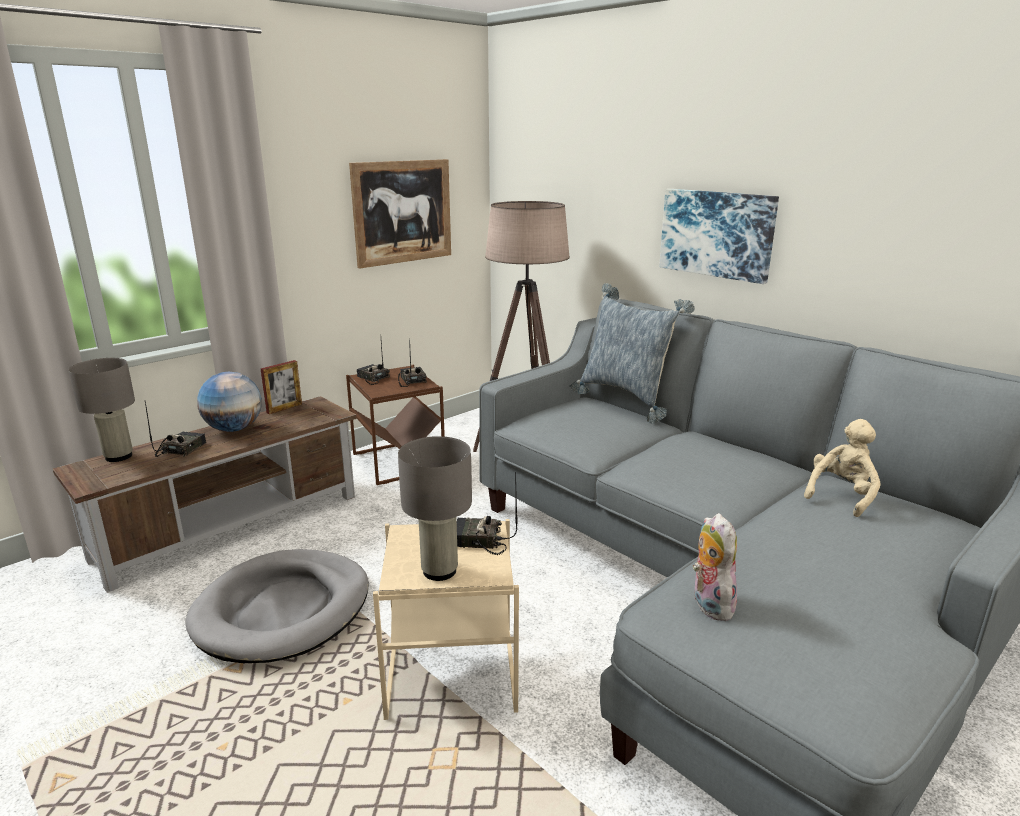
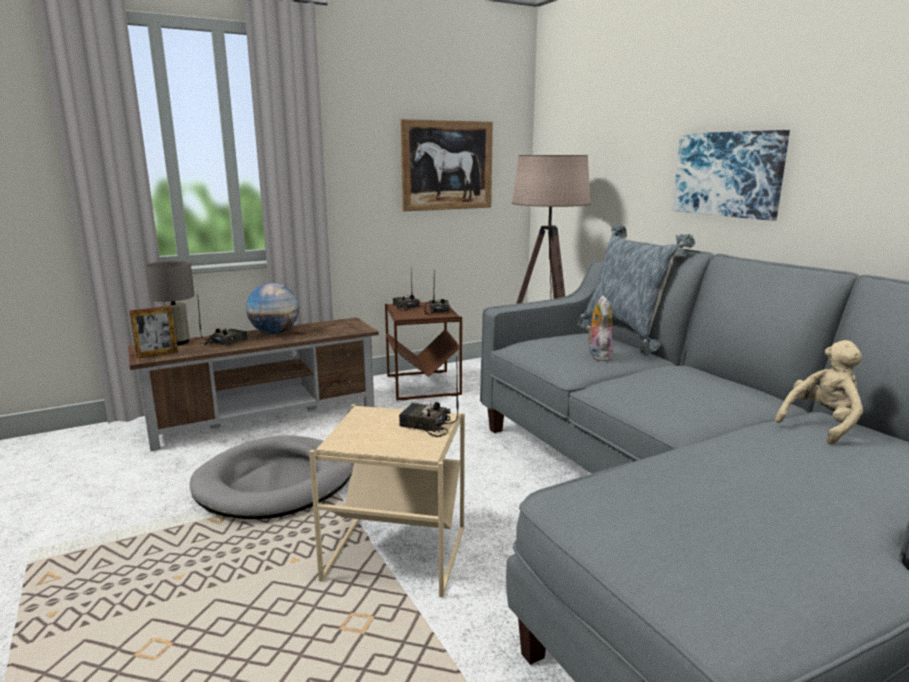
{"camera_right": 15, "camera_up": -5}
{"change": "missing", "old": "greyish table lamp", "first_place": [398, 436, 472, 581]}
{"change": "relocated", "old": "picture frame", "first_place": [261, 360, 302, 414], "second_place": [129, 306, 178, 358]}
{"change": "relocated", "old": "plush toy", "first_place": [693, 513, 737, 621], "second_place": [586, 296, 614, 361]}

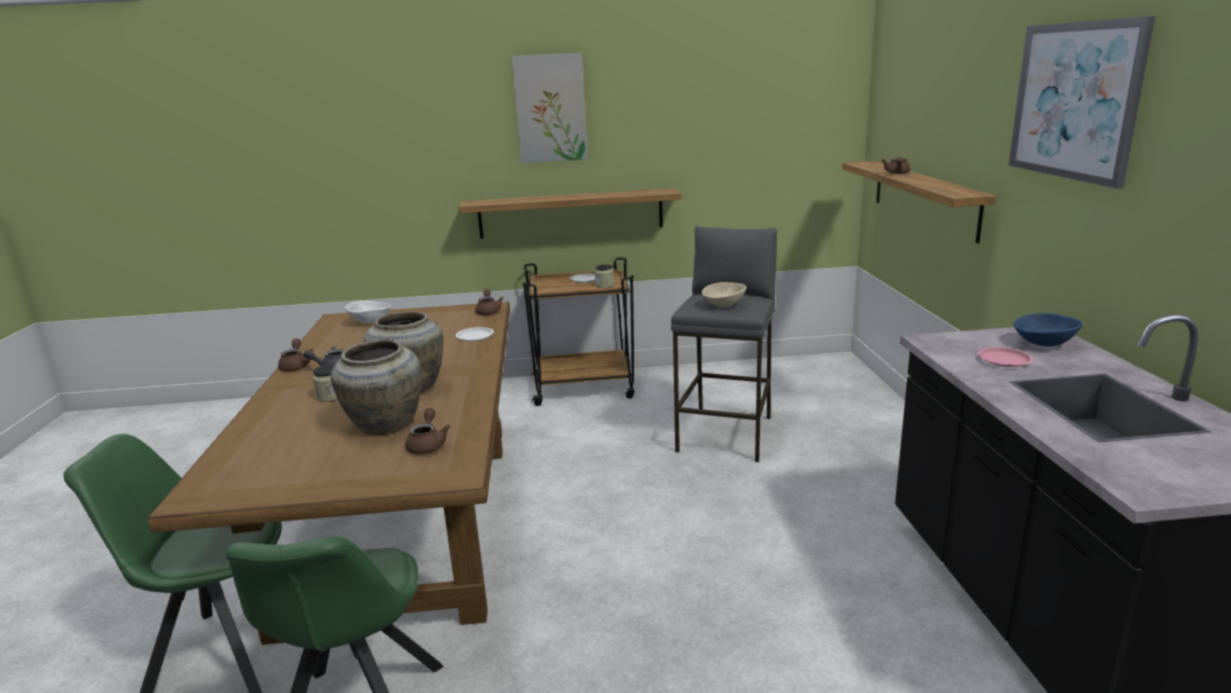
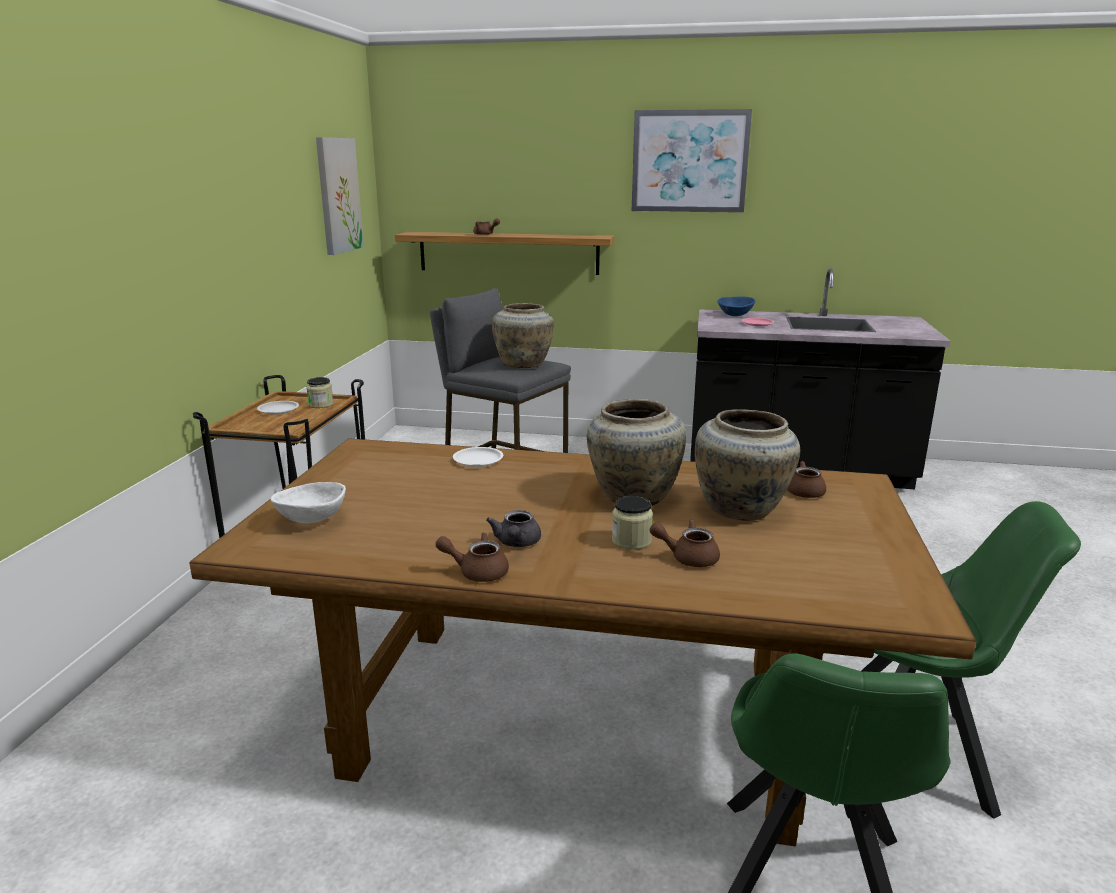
{"camera_right": -75, "camera_up": 0}
{"change": "missing", "old": "wall shelf", "first_place": [459, 188, 681, 239]}
{"change": "relocated", "old": "brownish teapot", "first_place": [475, 289, 504, 315], "second_place": [650, 520, 720, 567]}
{"change": "relocated", "old": "wall art", "first_place": [512, 53, 588, 163], "second_place": [316, 137, 364, 255]}
{"change": "exchanged", "old": "beige-coloured deep dish", "new": "beige-coloured decorative vase", "first_place": [702, 282, 747, 307], "second_place": [492, 303, 554, 368]}

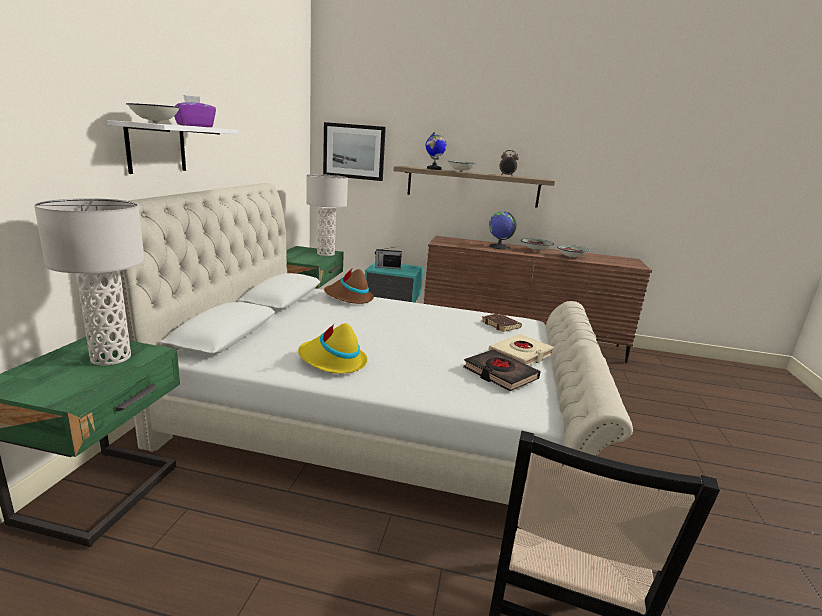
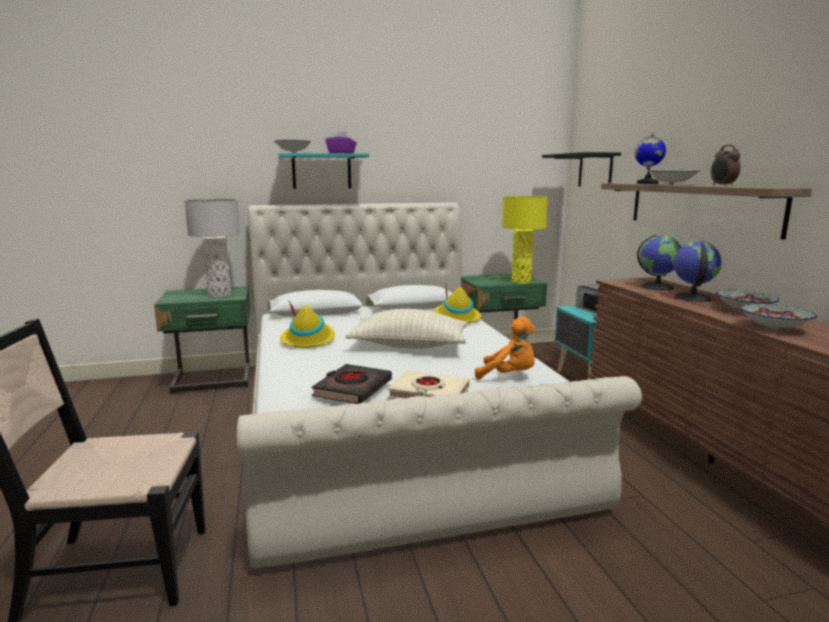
{"camera_right": 65, "camera_up": -5}
{"change": "appeared", "new": "beige-coloured throw pillow", "second_place": [345, 309, 468, 349]}
{"change": "appeared", "new": "desk globe", "second_place": [637, 235, 682, 290]}
{"change": "exchanged", "old": "wall art", "new": "black wall shelf", "first_place": [323, 122, 386, 181], "second_place": [542, 152, 621, 187]}
{"change": "exchanged", "old": "brownish bound book", "new": "orangey plush toy", "first_place": [482, 313, 522, 332], "second_place": [475, 316, 536, 379]}
{"change": "colour", "old": "white-coloured wall shelf", "new": "blue-green wall shelf", "first_place": [108, 120, 238, 174], "second_place": [279, 153, 369, 189]}
{"change": "colour", "old": "white-coloured table lamp", "new": "yellow-coloured table lamp", "first_place": [307, 174, 348, 256], "second_place": [502, 196, 548, 284]}
{"change": "colour", "old": "brownish wearable hat", "new": "yellow-coloured wearable hat", "first_place": [324, 269, 374, 304], "second_place": [434, 287, 482, 323]}

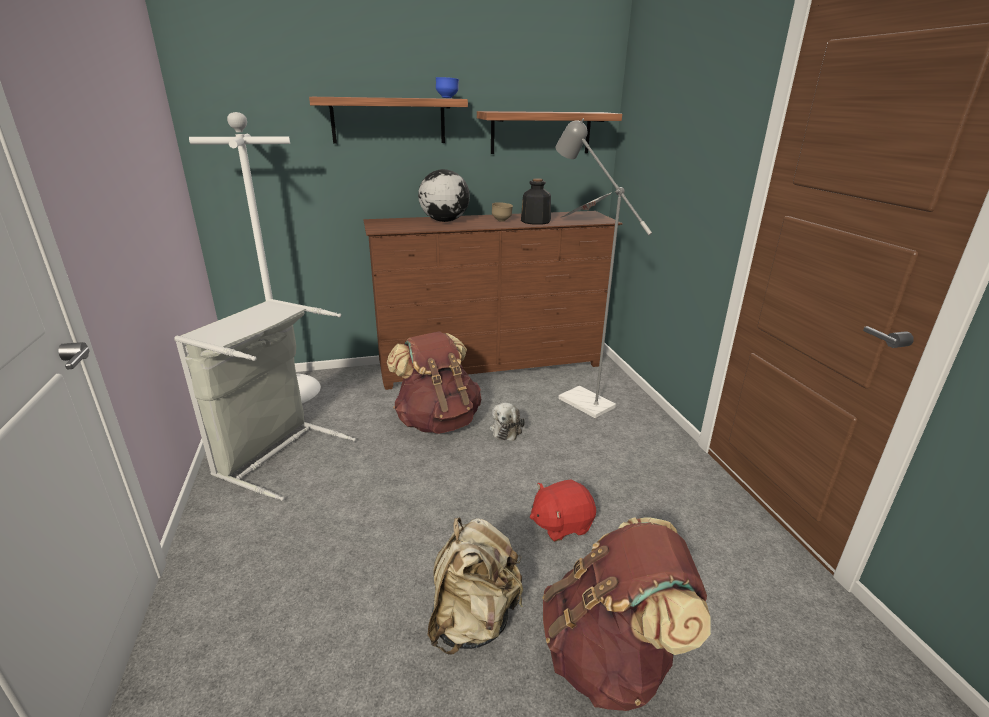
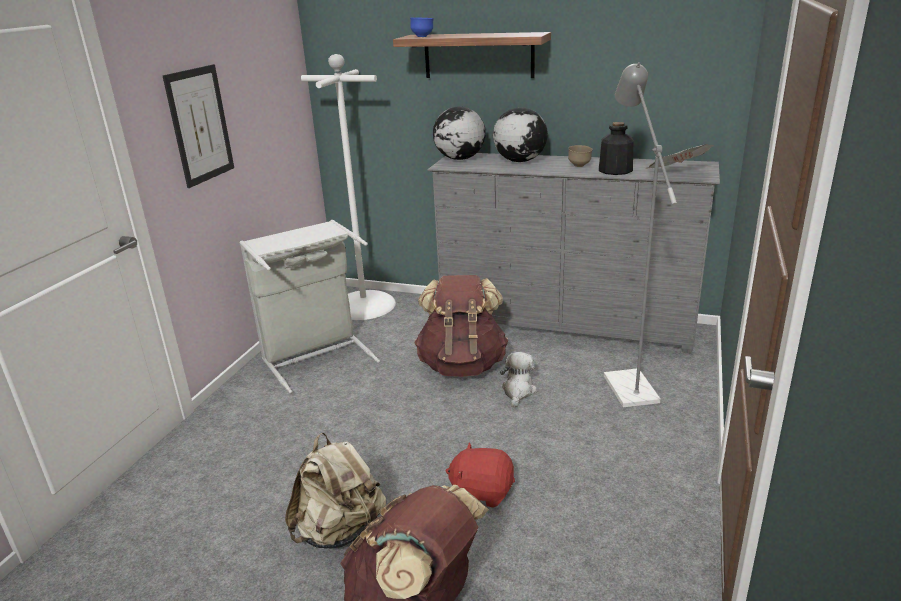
{"camera_right": 35, "camera_up": 0}
{"change": "missing", "old": "wall shelf", "first_place": [477, 111, 622, 154]}
{"change": "appeared", "new": "wall art", "second_place": [163, 64, 234, 188]}
{"change": "appeared", "new": "desk globe", "second_place": [433, 106, 486, 160]}
{"change": "relocated", "old": "blue deep dish", "first_place": [436, 77, 459, 98], "second_place": [410, 17, 434, 37]}
{"change": "colour", "old": "brownish dresser", "new": "greyish dresser", "first_place": [363, 211, 622, 390], "second_place": [427, 153, 720, 354]}
{"change": "spun", "old": "plush toy", "first_place": [490, 402, 525, 441], "second_place": [500, 352, 537, 408], "degrees": 150}

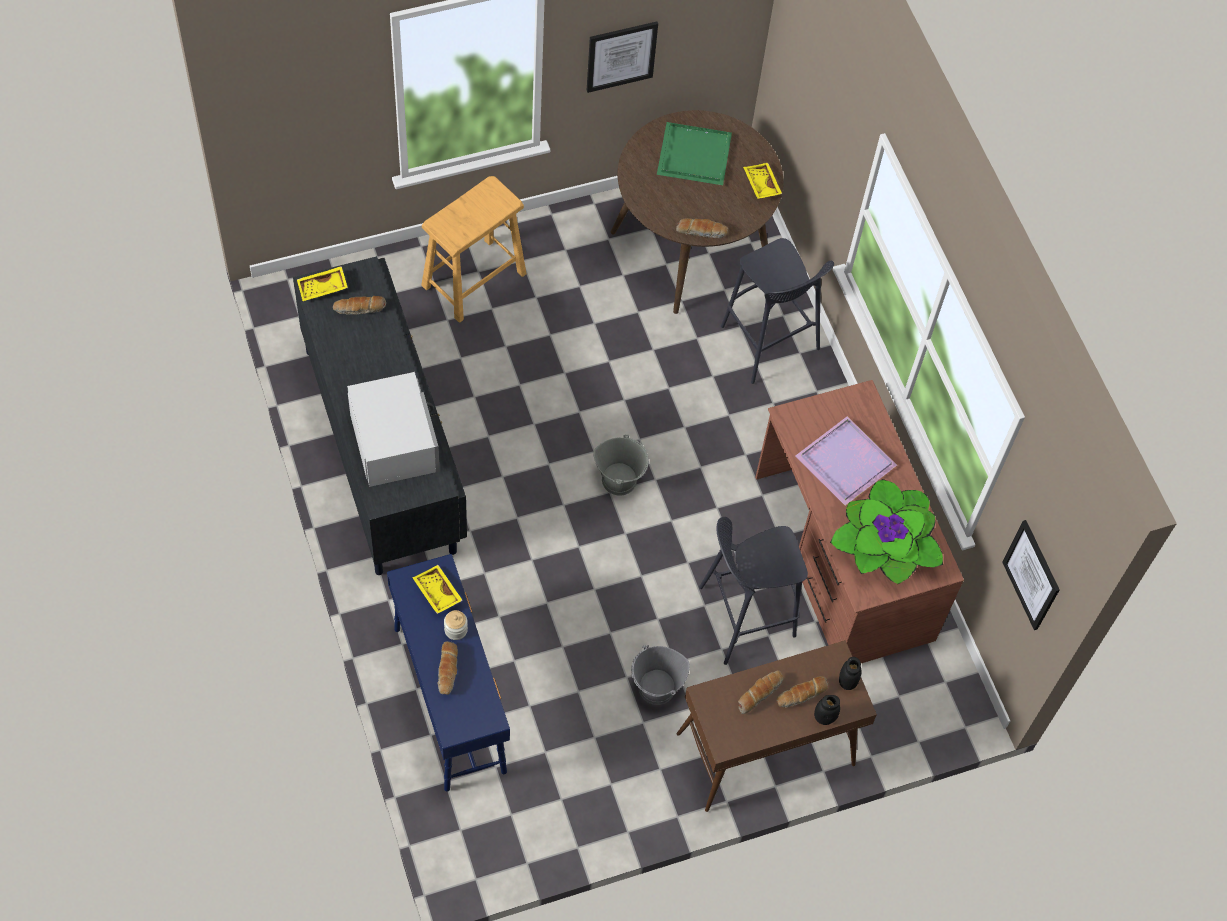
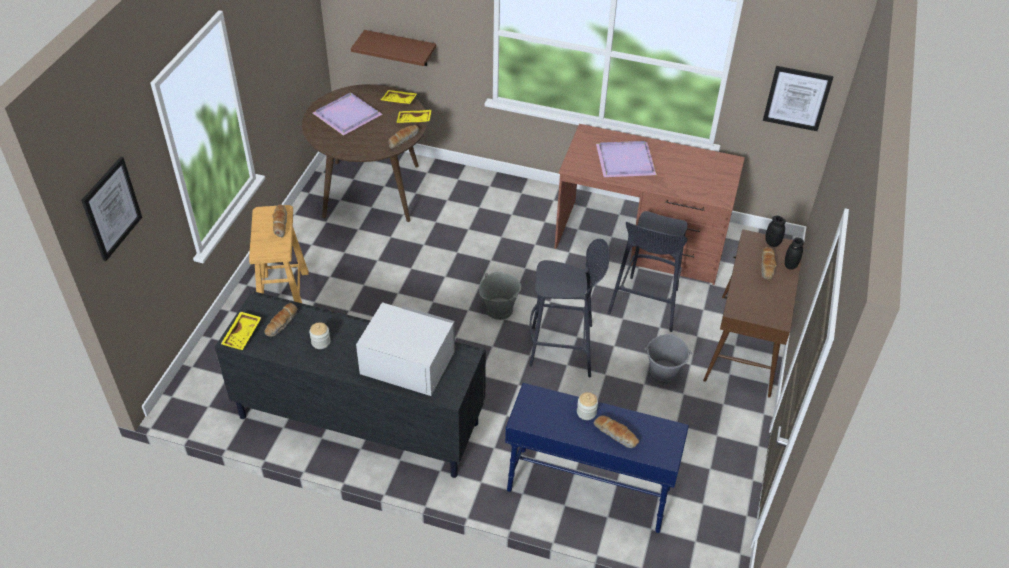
{"camera_right": -50, "camera_up": -15}
{"change": "missing", "old": "plant in a pot", "first_place": [830, 479, 943, 584]}
{"change": "appeared", "new": "jar", "second_place": [309, 322, 330, 349]}
{"change": "appeared", "new": "brownish wall shelf", "second_place": [351, 30, 436, 66]}
{"change": "relocated", "old": "yellow-coloured serving tray", "first_place": [413, 565, 463, 614], "second_place": [396, 110, 432, 123]}
{"change": "relocated", "old": "wall art", "first_place": [587, 22, 658, 93], "second_place": [81, 157, 142, 261]}
{"change": "relocated", "old": "greyish sitting stool", "first_place": [721, 238, 834, 384], "second_place": [529, 239, 609, 377]}
{"change": "relocated", "old": "baked bread", "first_place": [738, 670, 783, 714], "second_place": [272, 204, 287, 237]}
{"change": "colour", "old": "greenish serving tray", "new": "purple-coloured serving tray", "first_place": [657, 122, 732, 185], "second_place": [313, 93, 382, 136]}

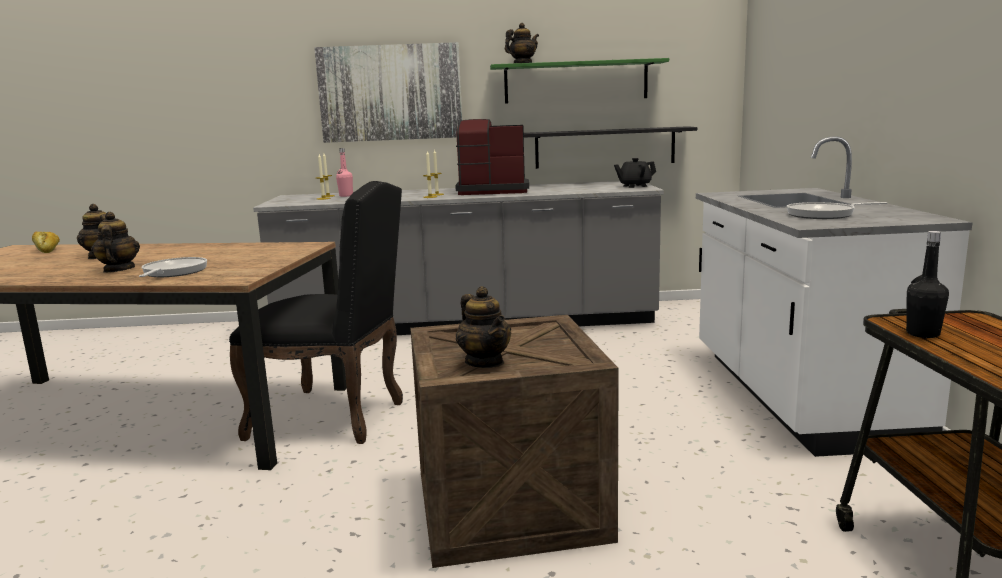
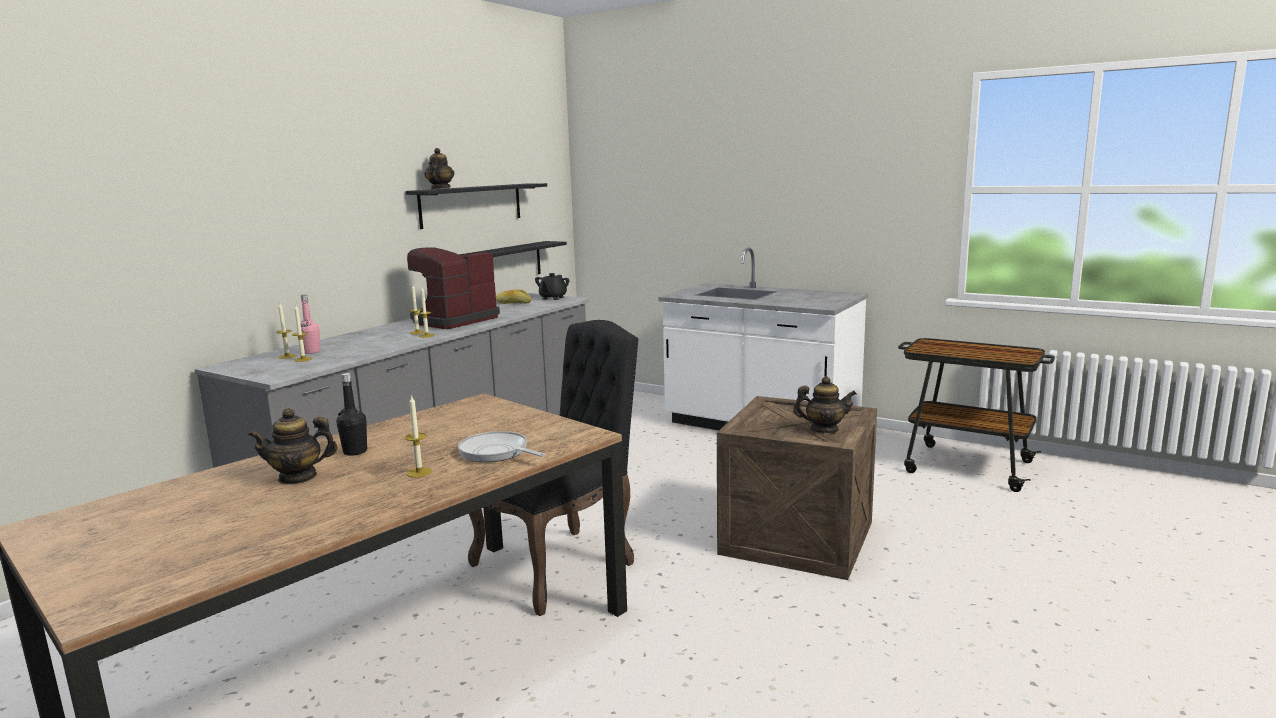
{"camera_right": -55, "camera_up": 0}
{"change": "missing", "old": "wall art", "first_place": [314, 42, 462, 143]}
{"change": "missing", "old": "pan", "first_place": [787, 202, 887, 219]}
{"change": "relocated", "old": "baked bread", "first_place": [32, 232, 60, 253], "second_place": [496, 289, 531, 304]}
{"change": "relocated", "old": "black drink bottle", "first_place": [906, 231, 949, 338], "second_place": [336, 373, 367, 456]}
{"change": "exchanged", "old": "teapot", "new": "wax light", "first_place": [91, 212, 140, 273], "second_place": [405, 395, 432, 478]}
{"change": "colour", "old": "greenish wall shelf", "new": "black wall shelf", "first_place": [490, 58, 669, 104], "second_place": [405, 183, 547, 229]}

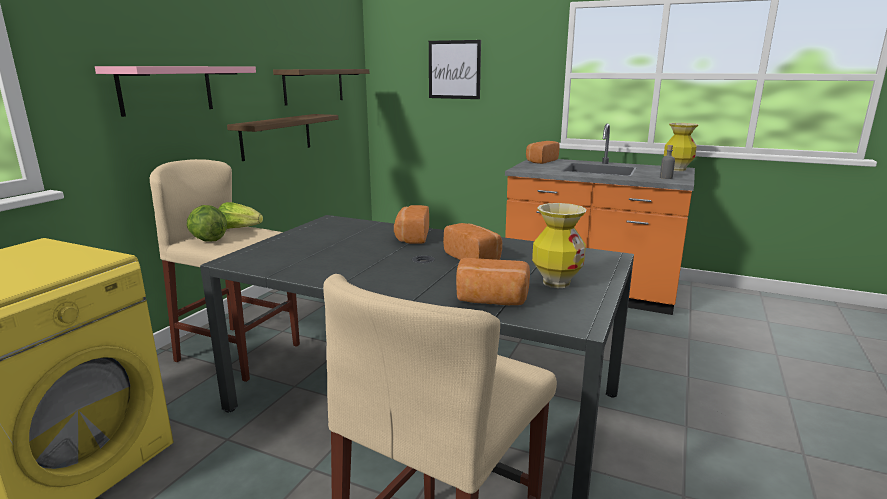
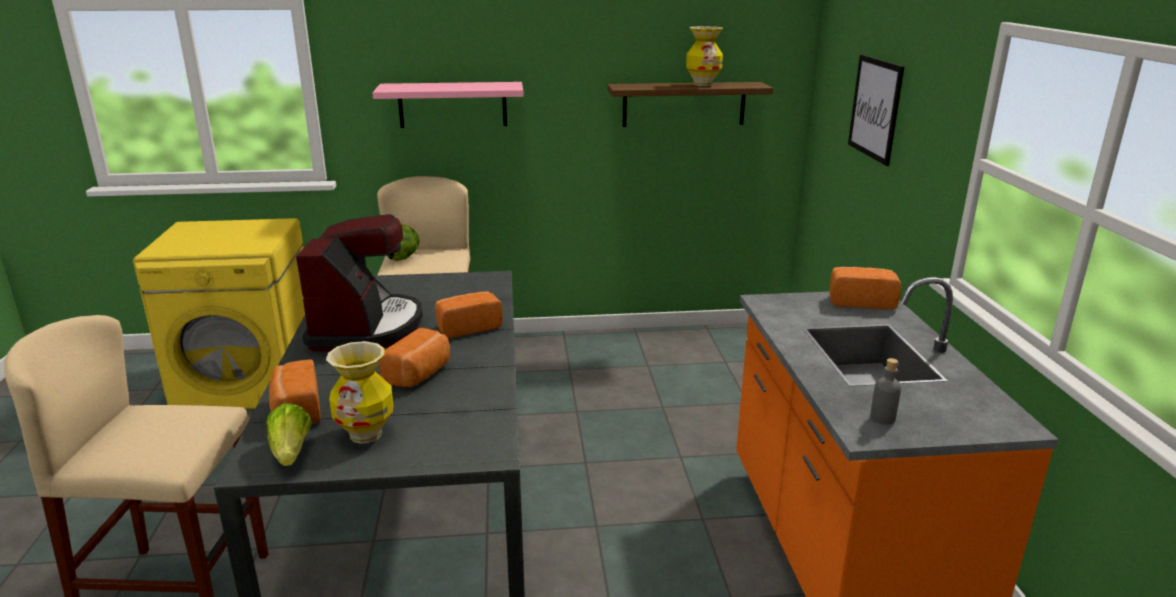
{"camera_right": 60, "camera_up": 5}
{"change": "missing", "old": "wall shelf", "first_place": [227, 114, 338, 161]}
{"change": "appeared", "new": "coffee brewer", "second_place": [296, 214, 423, 351]}
{"change": "relocated", "old": "lettuce", "first_place": [219, 202, 263, 229], "second_place": [266, 403, 312, 466]}
{"change": "relocated", "old": "decorative vase", "first_place": [664, 123, 699, 171], "second_place": [686, 26, 723, 86]}

